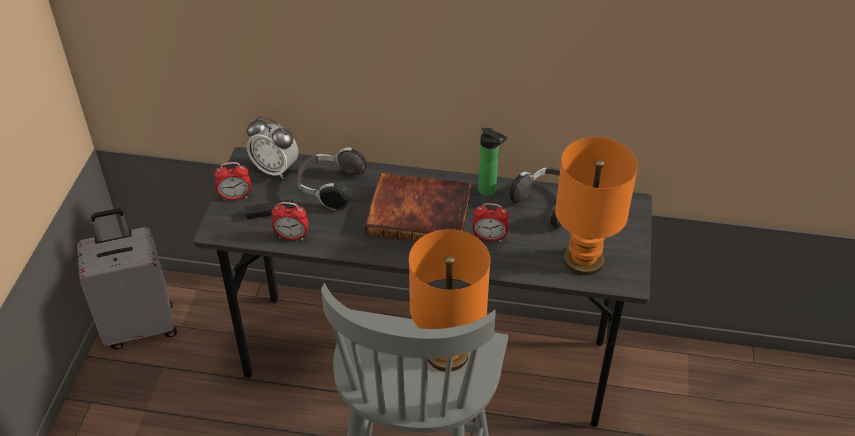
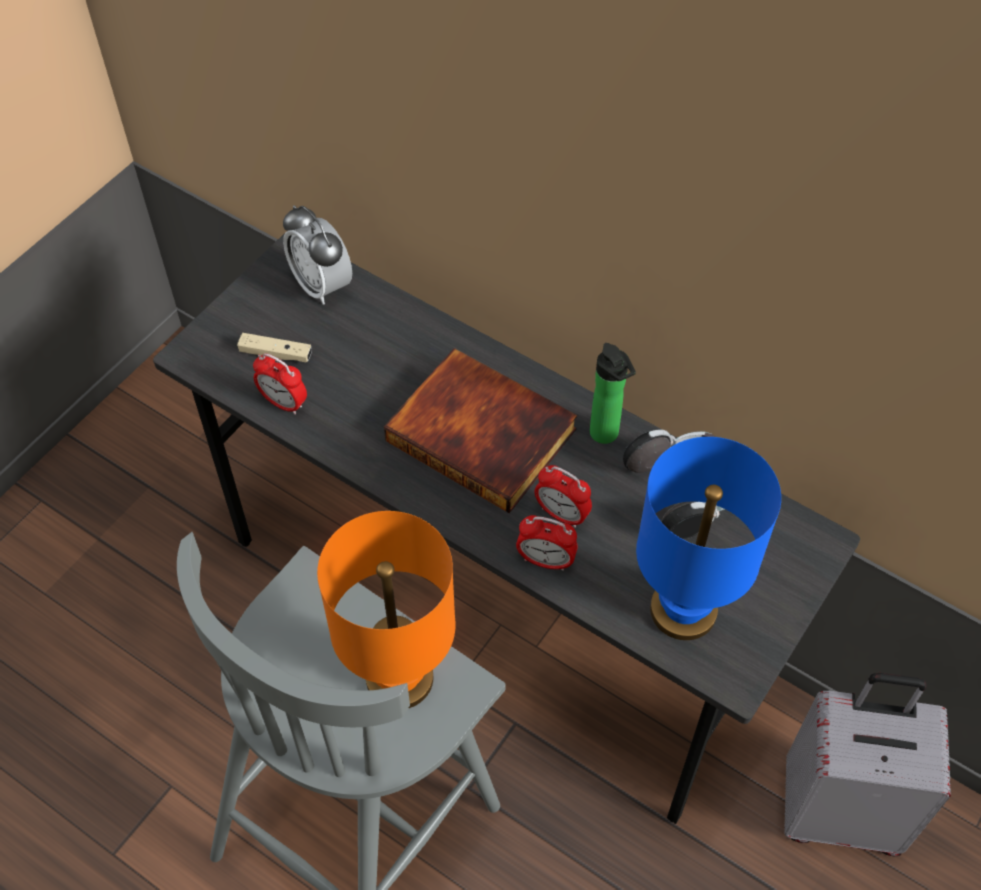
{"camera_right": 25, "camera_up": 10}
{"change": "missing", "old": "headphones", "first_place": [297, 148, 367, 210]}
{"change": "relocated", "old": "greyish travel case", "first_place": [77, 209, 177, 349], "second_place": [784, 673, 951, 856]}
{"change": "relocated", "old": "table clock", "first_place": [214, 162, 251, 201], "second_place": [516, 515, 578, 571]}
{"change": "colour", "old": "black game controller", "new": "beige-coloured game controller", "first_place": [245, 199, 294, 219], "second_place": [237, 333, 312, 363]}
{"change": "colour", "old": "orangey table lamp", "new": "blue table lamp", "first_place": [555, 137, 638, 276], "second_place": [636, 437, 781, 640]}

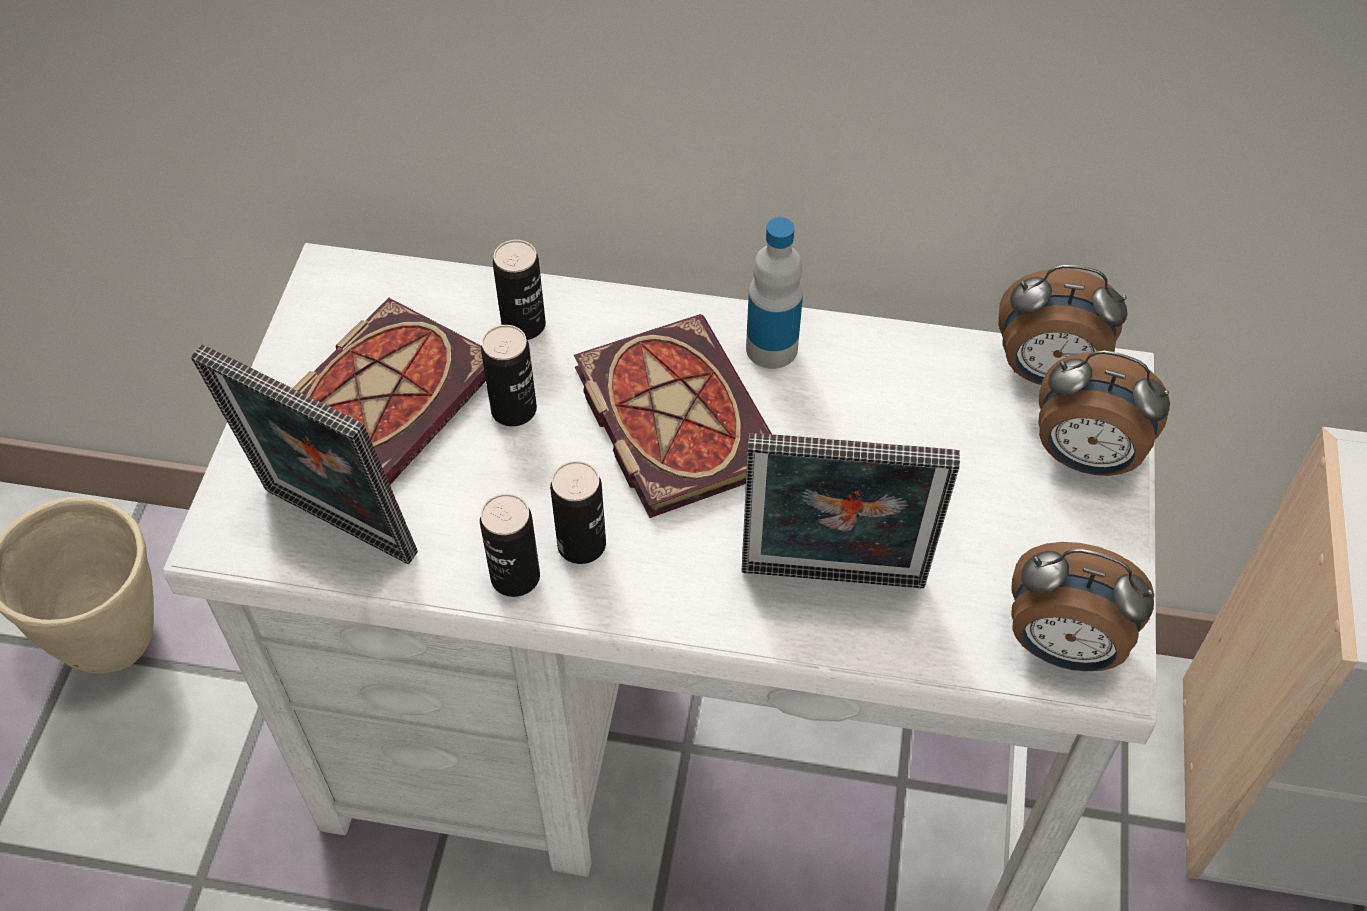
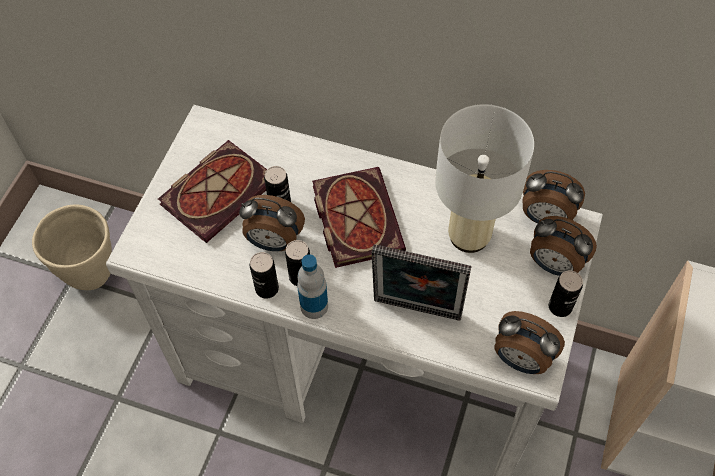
{"camera_right": 10, "camera_up": 5}
{"change": "missing", "old": "picture frame", "first_place": [191, 344, 418, 564]}
{"change": "appeared", "new": "table clock", "second_place": [239, 195, 305, 251]}
{"change": "appeared", "new": "white-coloured table lamp", "second_place": [435, 104, 534, 253]}
{"change": "relocated", "old": "sealed can", "first_place": [493, 240, 546, 340], "second_place": [549, 271, 583, 317]}
{"change": "relocated", "old": "drink bottle", "first_place": [746, 217, 803, 369], "second_place": [297, 255, 328, 319]}

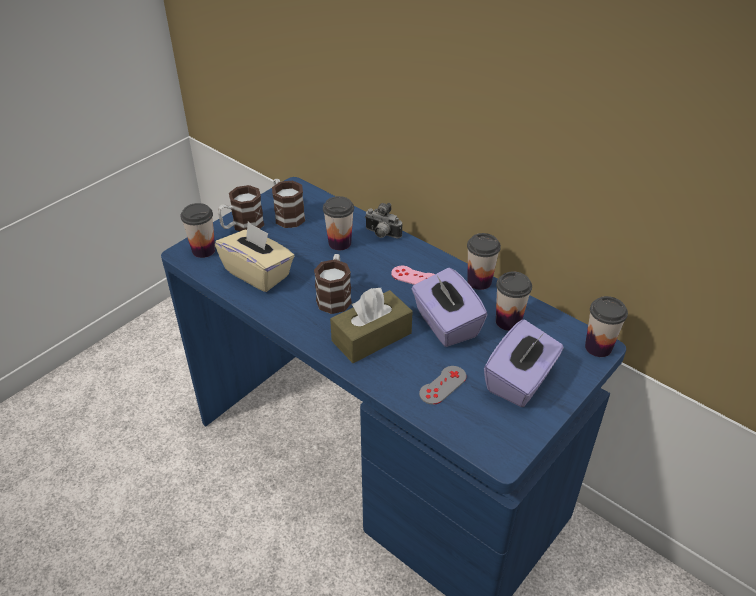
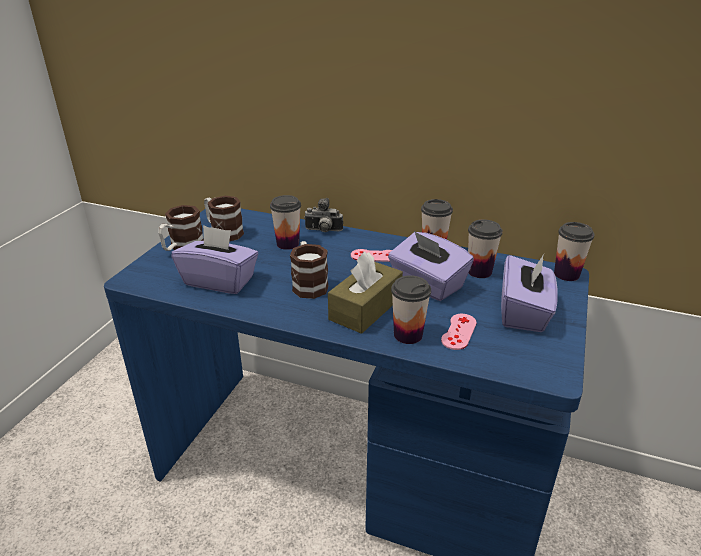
{"camera_right": -20, "camera_up": -10}
{"change": "relocated", "old": "cup", "first_place": [181, 203, 215, 258], "second_place": [391, 275, 431, 344]}
{"change": "colour", "old": "beige-coloured tissue holder", "new": "purple-coloured tissue holder", "first_place": [215, 222, 294, 292], "second_place": [171, 225, 258, 294]}
{"change": "colour", "old": "greyish game controller", "new": "pink game controller", "first_place": [419, 366, 467, 405], "second_place": [441, 314, 477, 350]}

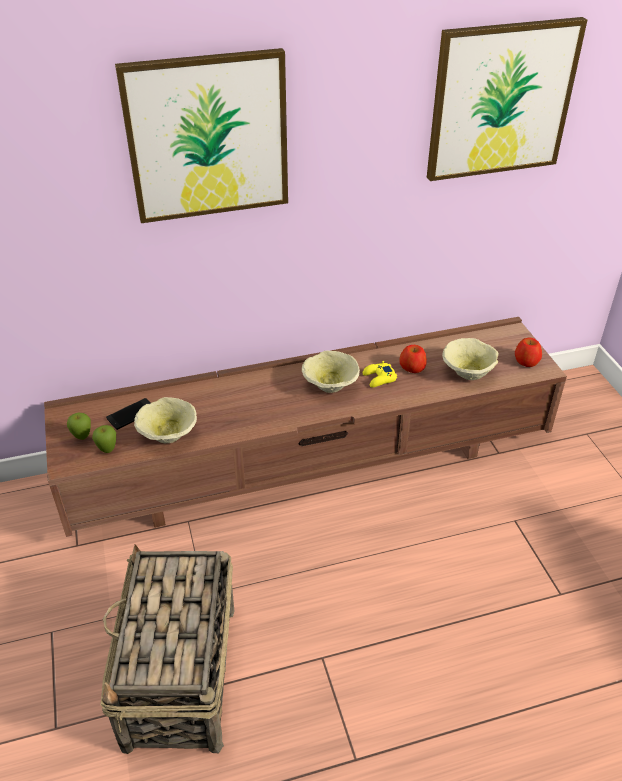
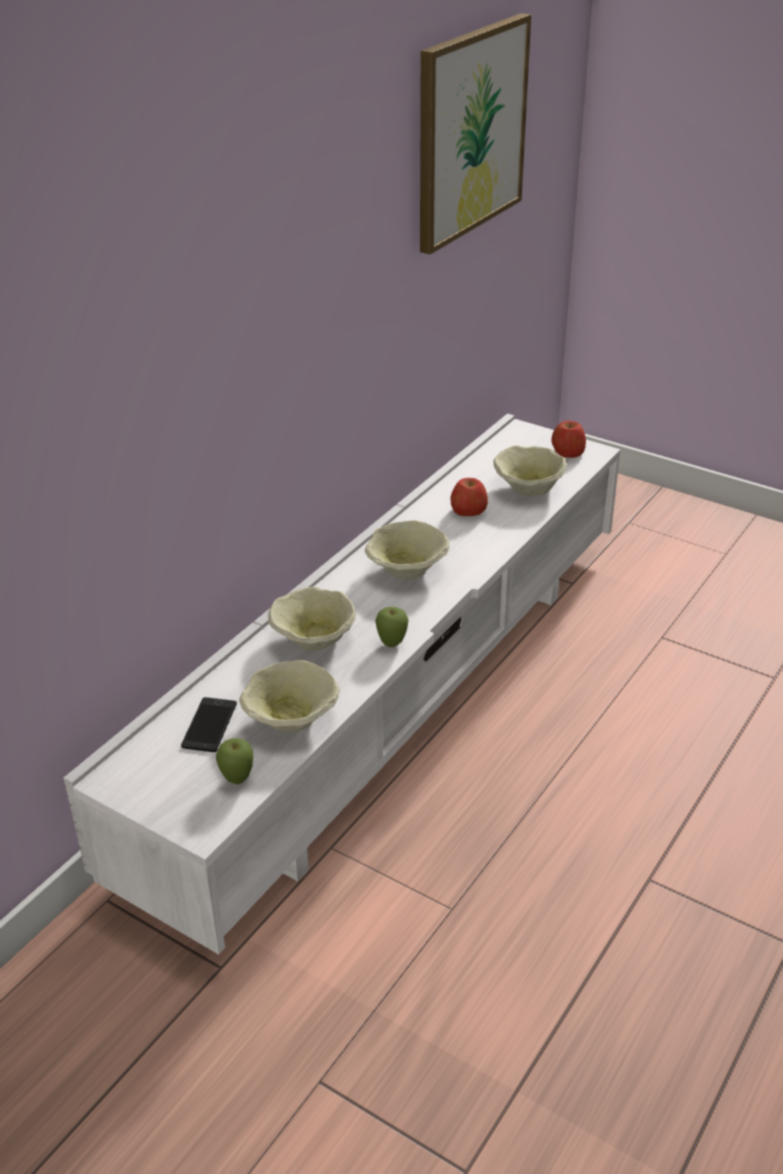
{"camera_right": -40, "camera_up": -5}
{"change": "missing", "old": "household basket", "first_place": [100, 544, 234, 754]}
{"change": "missing", "old": "wall art", "first_place": [115, 48, 288, 223]}
{"change": "missing", "old": "yellow-coloured game controller", "first_place": [363, 361, 397, 388]}
{"change": "appeared", "new": "beige-coloured deep dish", "second_place": [268, 587, 356, 651]}
{"change": "relocated", "old": "whole apple", "first_place": [67, 412, 91, 440], "second_place": [375, 607, 409, 647]}
{"change": "colour", "old": "brownish media console", "new": "white-coloured media console", "first_place": [44, 317, 567, 537], "second_place": [64, 413, 621, 955]}

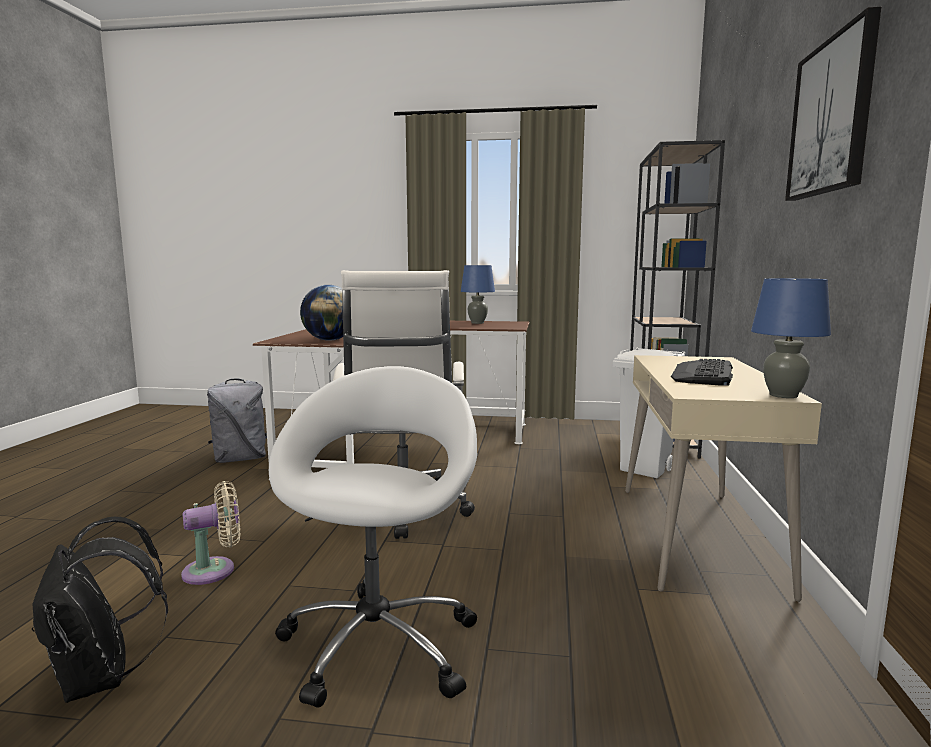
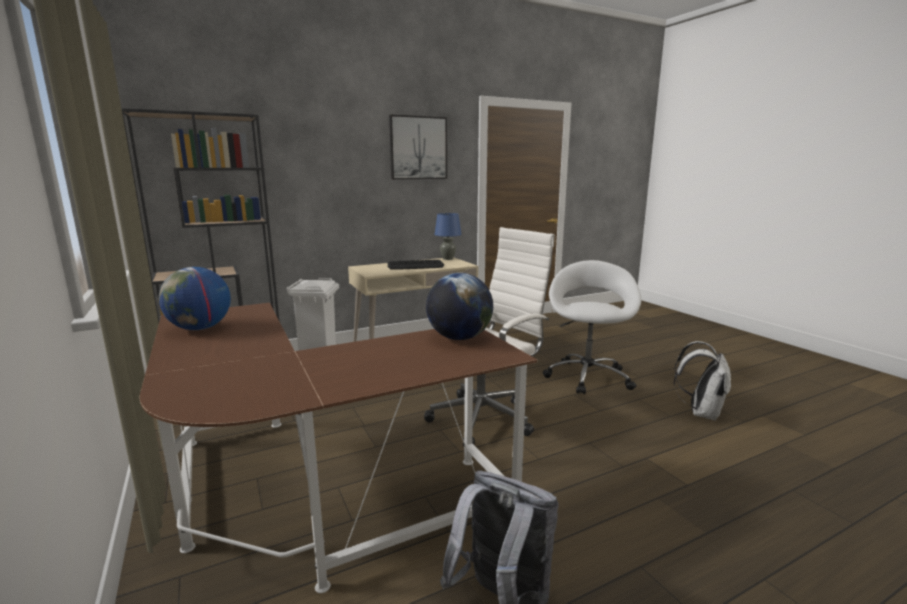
{"camera_right": -125, "camera_up": 5}
{"change": "missing", "old": "beige-coloured fan", "first_place": [181, 481, 240, 585]}
{"change": "exchanged", "old": "blue table lamp", "new": "desk globe", "first_place": [461, 265, 495, 324], "second_place": [159, 267, 231, 330]}
{"change": "colour", "old": "black rucksack", "new": "white-coloured rucksack", "first_place": [32, 517, 168, 703], "second_place": [674, 341, 731, 421]}
{"change": "spun", "old": "white-coloured office chair", "first_place": [269, 366, 477, 708], "second_place": [543, 260, 641, 394], "degrees": 120}

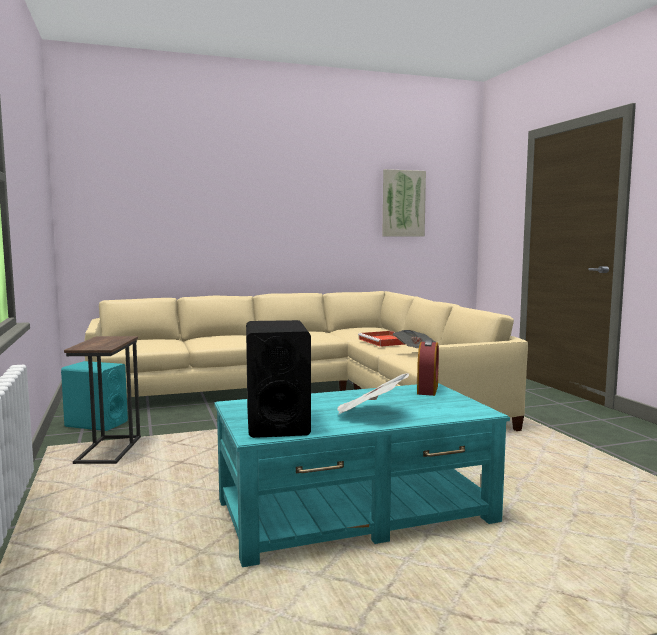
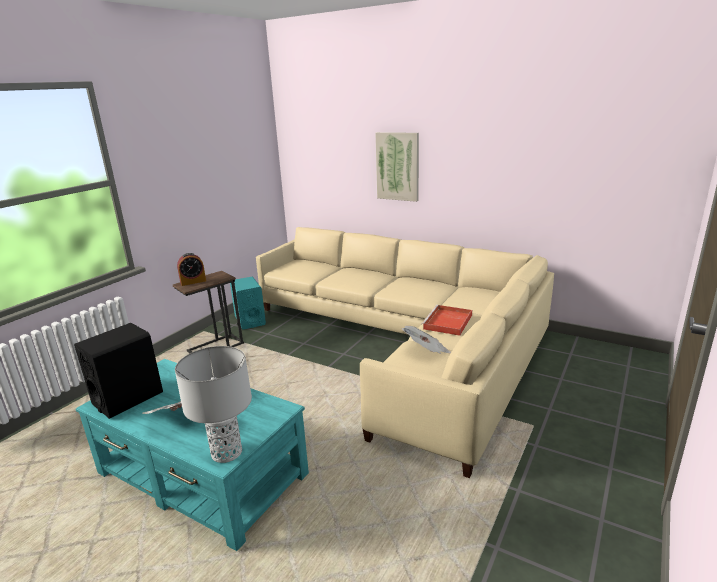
{"camera_right": 50, "camera_up": 15}
{"change": "appeared", "new": "white-coloured table lamp", "second_place": [175, 346, 252, 463]}
{"change": "relocated", "old": "wall art", "first_place": [382, 169, 426, 237], "second_place": [375, 132, 419, 202]}
{"change": "relocated", "old": "table clock", "first_place": [417, 340, 439, 396], "second_place": [177, 253, 206, 286]}

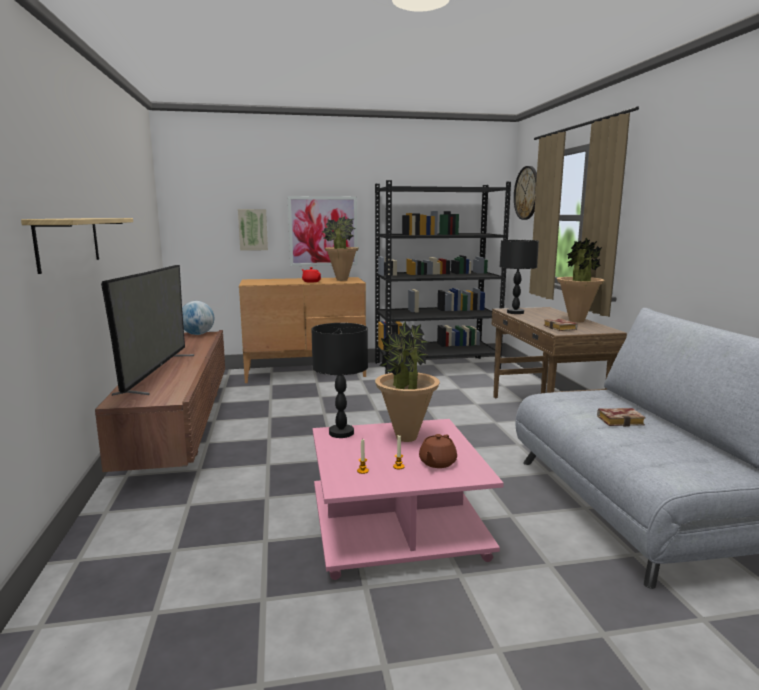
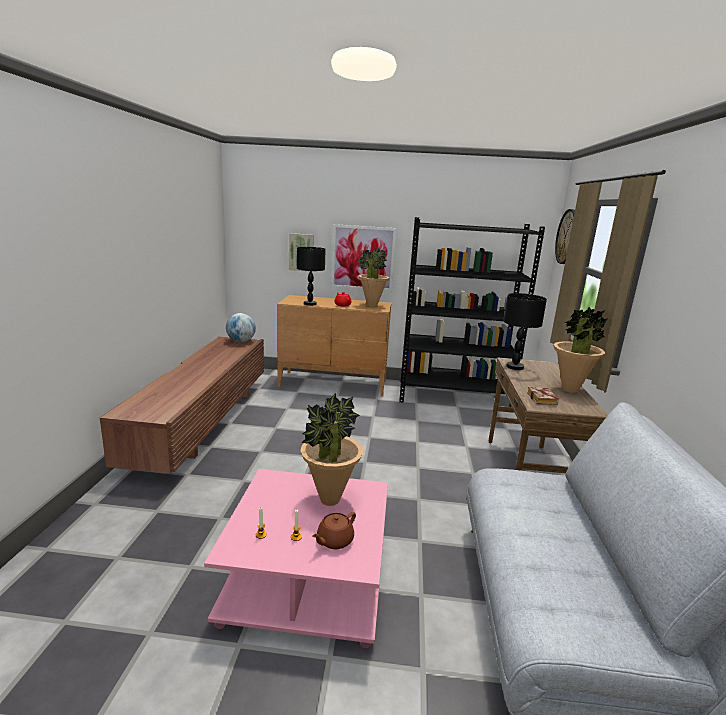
{"camera_right": 15, "camera_up": 5}
{"change": "missing", "old": "wall shelf", "first_place": [21, 218, 133, 274]}
{"change": "missing", "old": "television", "first_place": [101, 265, 194, 396]}
{"change": "missing", "old": "bound book", "first_place": [597, 408, 646, 427]}
{"change": "relocated", "old": "black table lamp", "first_place": [311, 323, 368, 438], "second_place": [297, 247, 326, 306]}

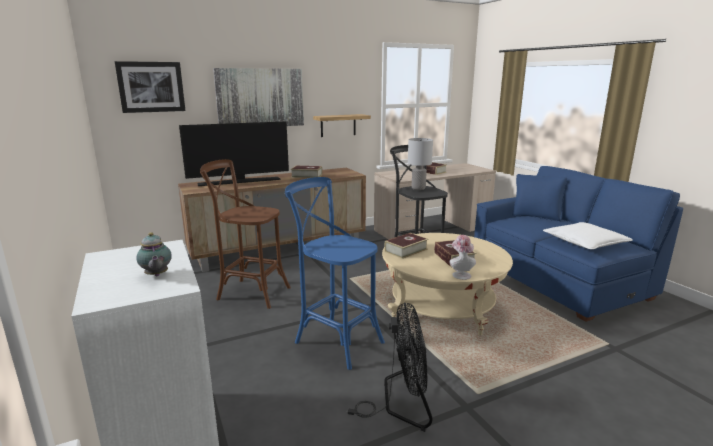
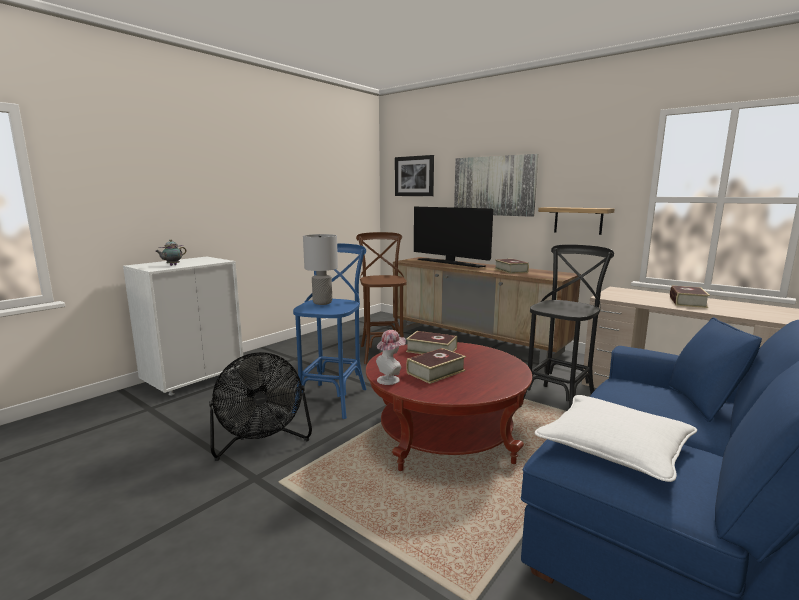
{"camera_right": 65, "camera_up": -5}
{"change": "relocated", "old": "greyish table lamp", "first_place": [408, 138, 433, 190], "second_place": [303, 234, 338, 305]}
{"change": "colour", "old": "beige-coloured coffee table", "new": "red coffee table", "first_place": [382, 233, 513, 335], "second_place": [366, 342, 532, 471]}

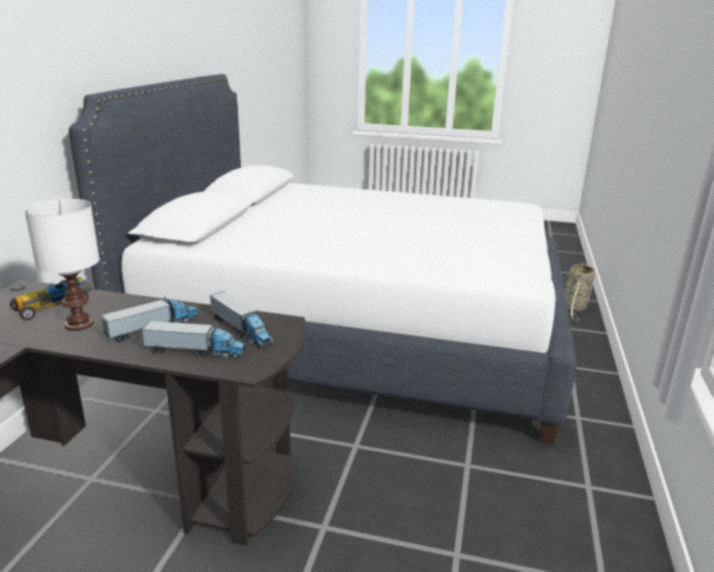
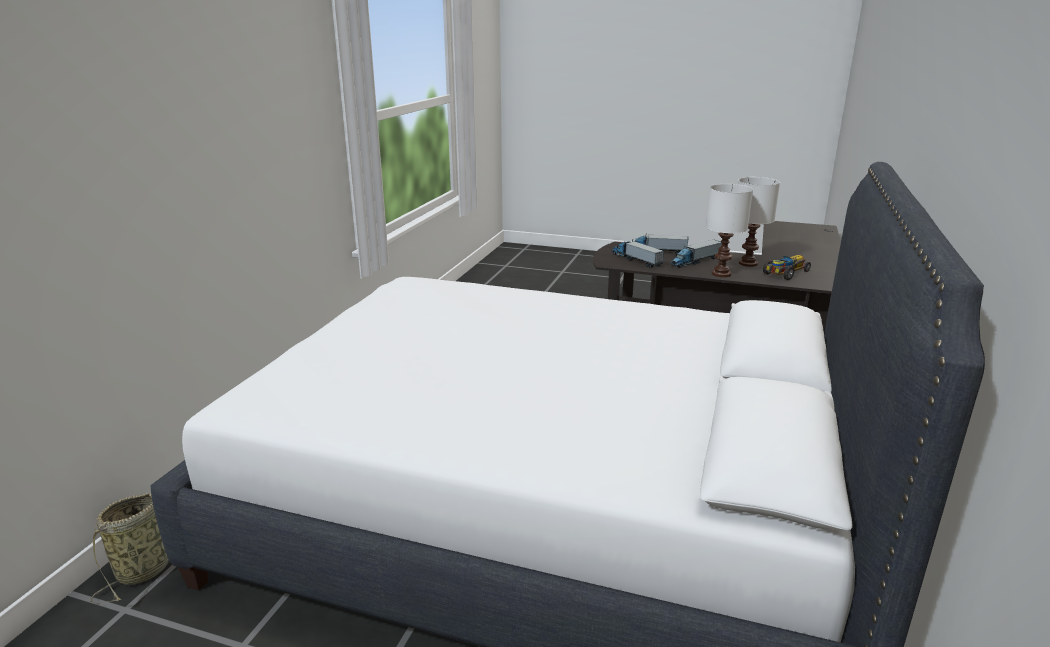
{"camera_right": -175, "camera_up": 0}
{"change": "appeared", "new": "white-coloured table lamp", "second_place": [706, 184, 753, 277]}

